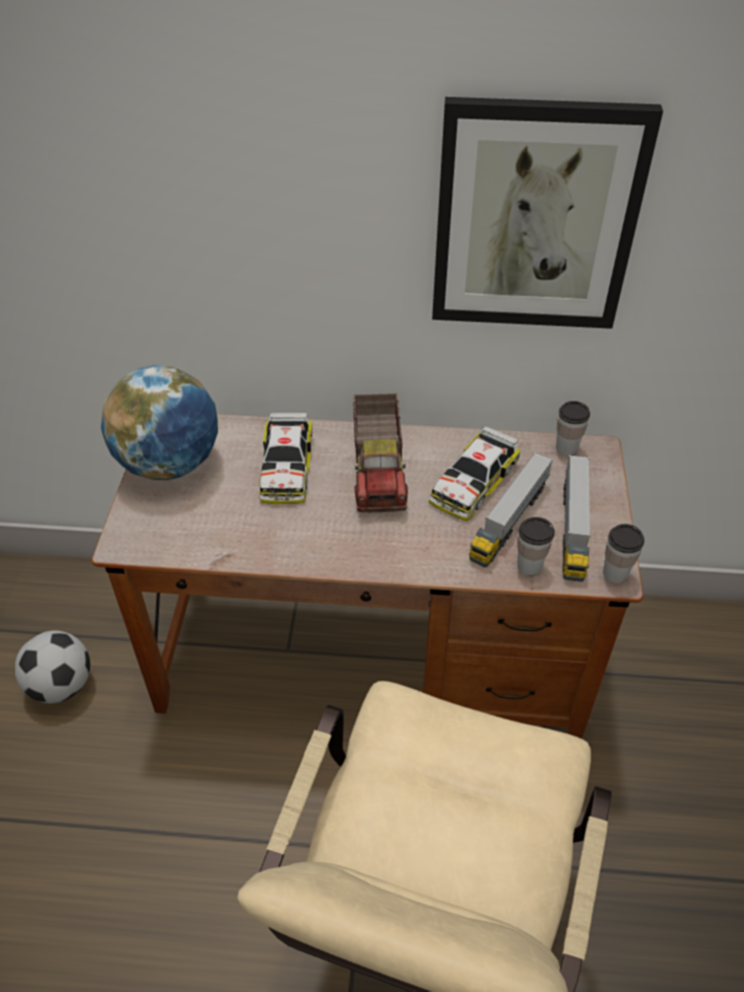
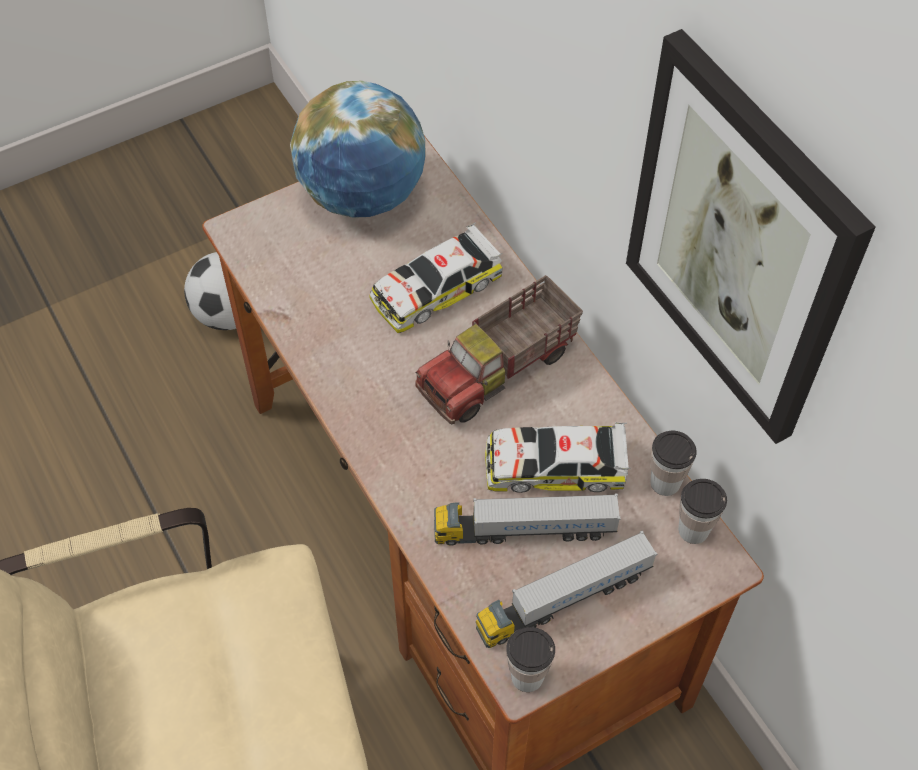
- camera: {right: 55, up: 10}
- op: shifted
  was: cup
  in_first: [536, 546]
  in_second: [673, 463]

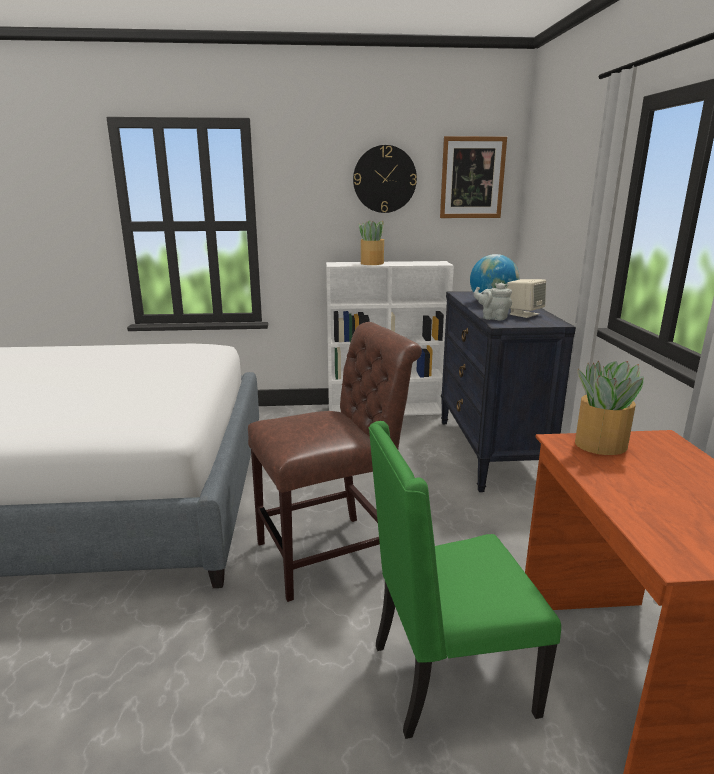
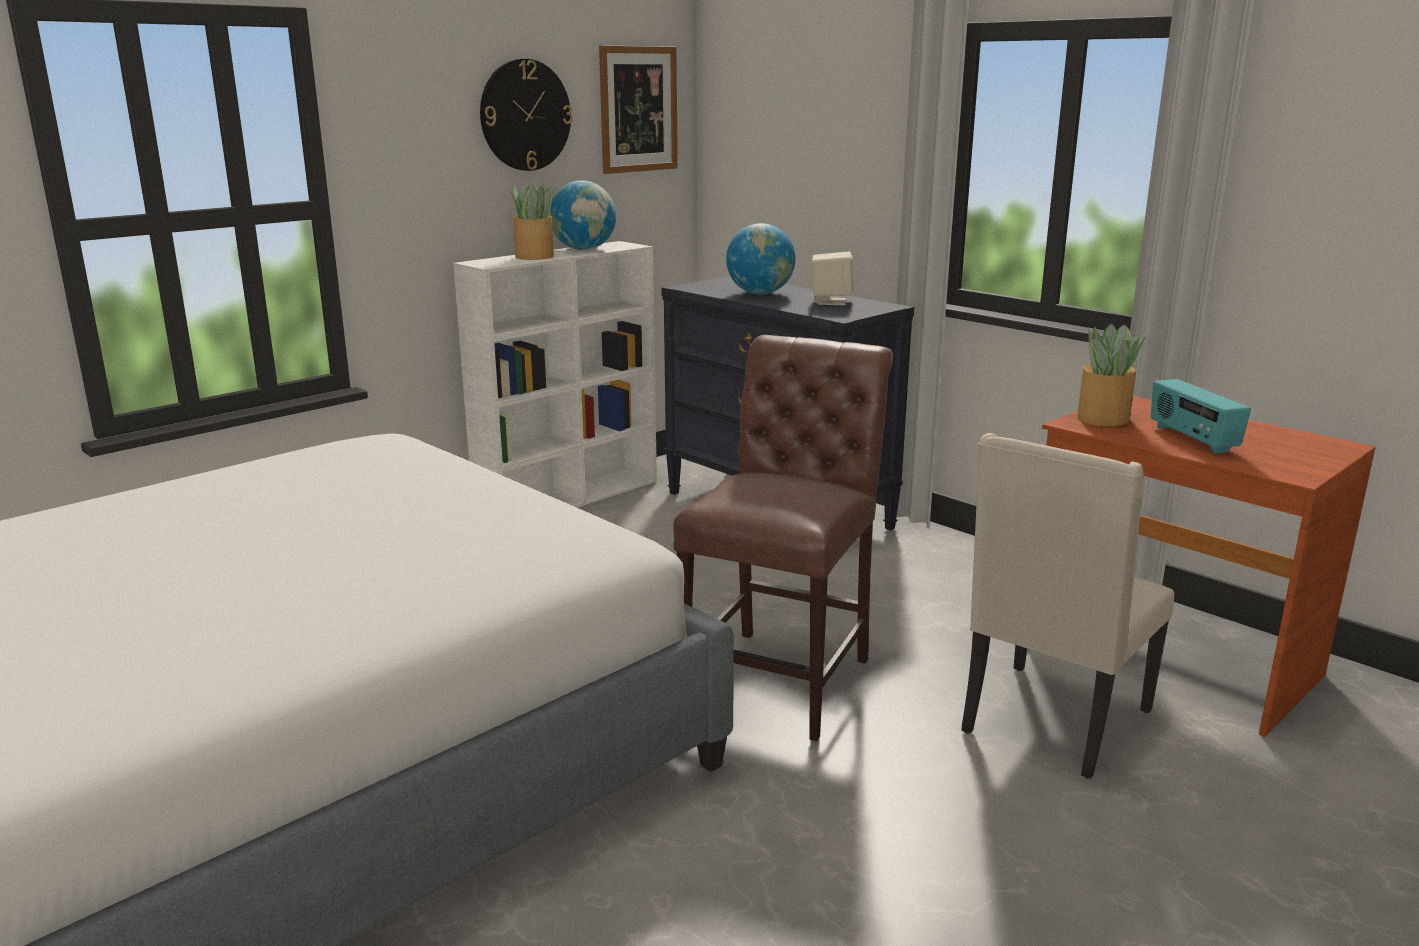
- camera: {right: -40, up: 0}
- op: repainted
  was: green chair
  now: beige chair
  in_first: [465, 580]
  in_second: [1067, 606]
- op: gone
  was: grey teapot
  in_first: [493, 302]
- op: new
  now: globe
  in_second: [583, 215]
- op: new
  now: radio
  in_second: [1201, 416]

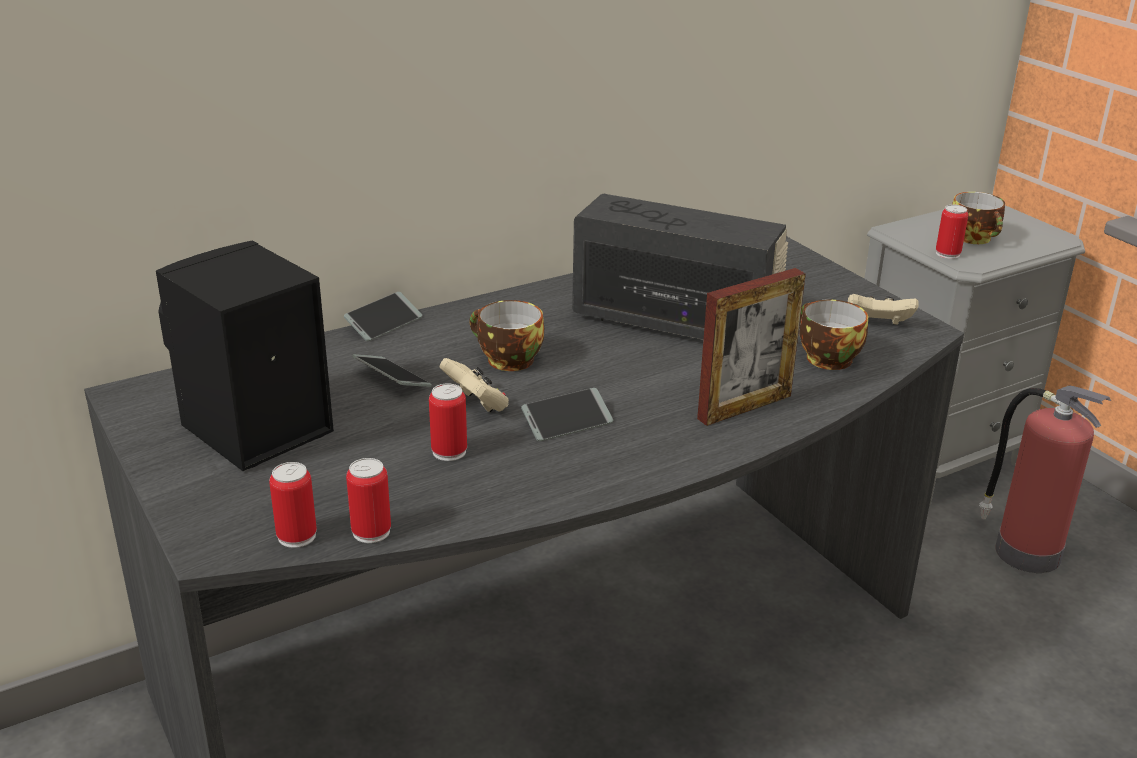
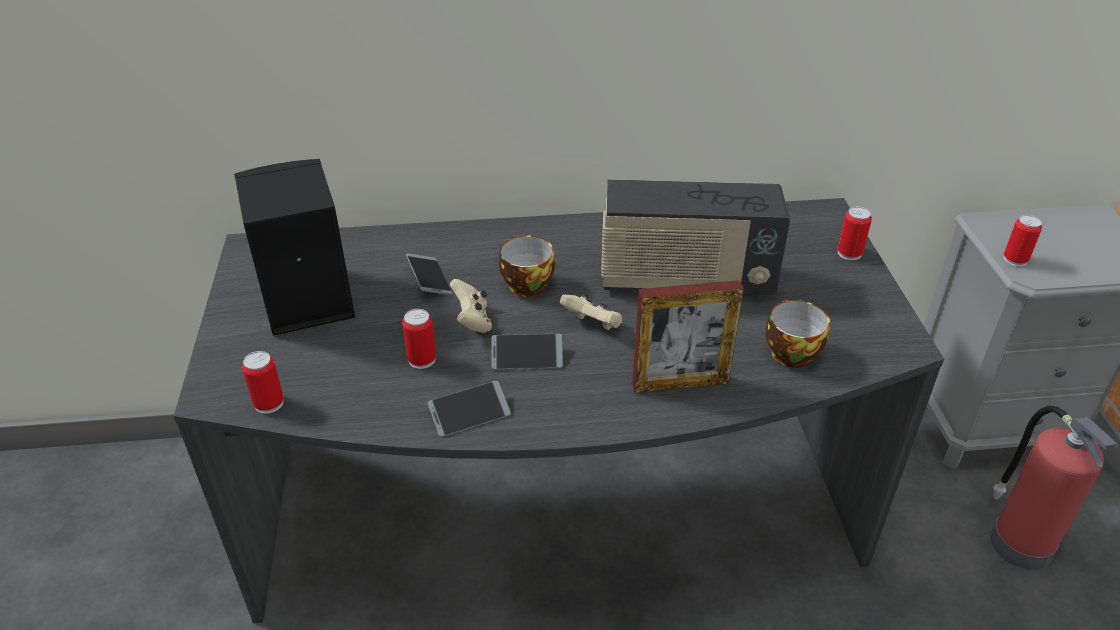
- camera: {right: 25, up: 10}
- op: shifted
  was: phone
  in_first: [383, 316]
  in_second: [469, 409]
- op: shifted
  was: can
  in_first: [368, 500]
  in_second: [855, 234]
- op: rotated
  was: radio
  in_first: [680, 267]
  in_second: [695, 237]
  clockwise: 135
- op: shifted
  was: beige game controller
  in_first: [883, 309]
  in_second: [591, 312]
- op: gone
  was: cup
  in_first: [978, 218]

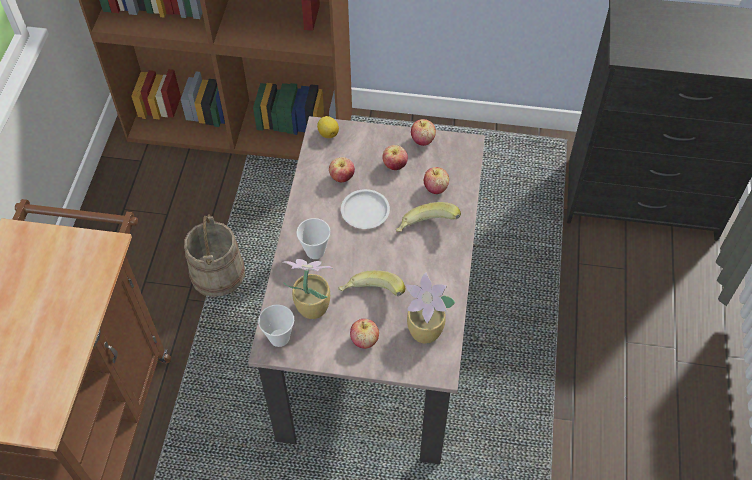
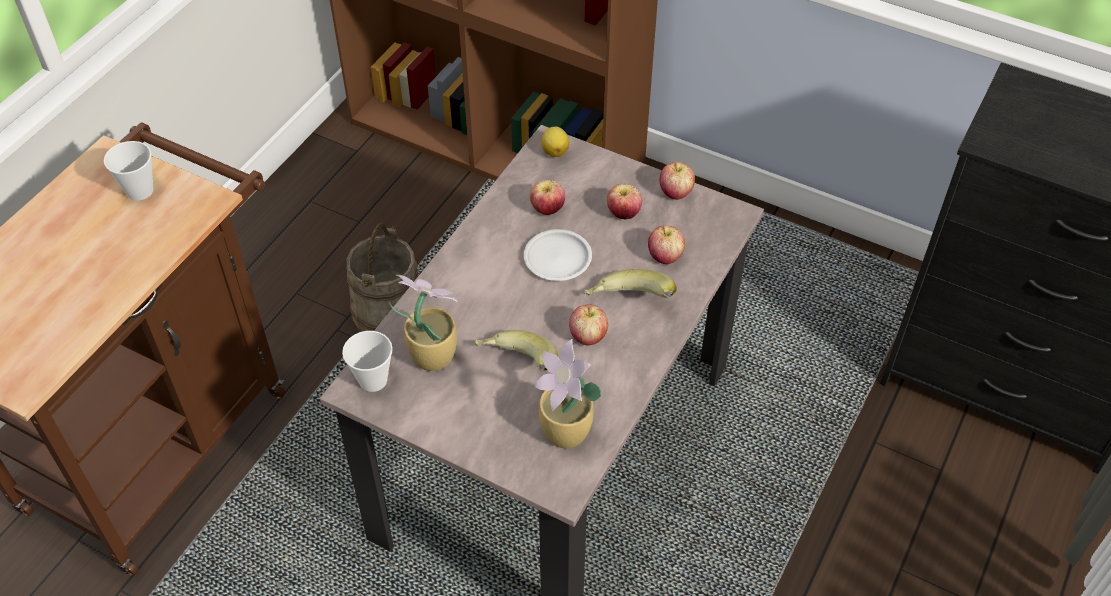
- camera: {right: 20, up: -5}
- op: shifted
  was: cup
  in_first: [313, 238]
  in_second: [128, 170]
- op: shifted
  was: apple
  in_first: [364, 334]
  in_second: [588, 324]

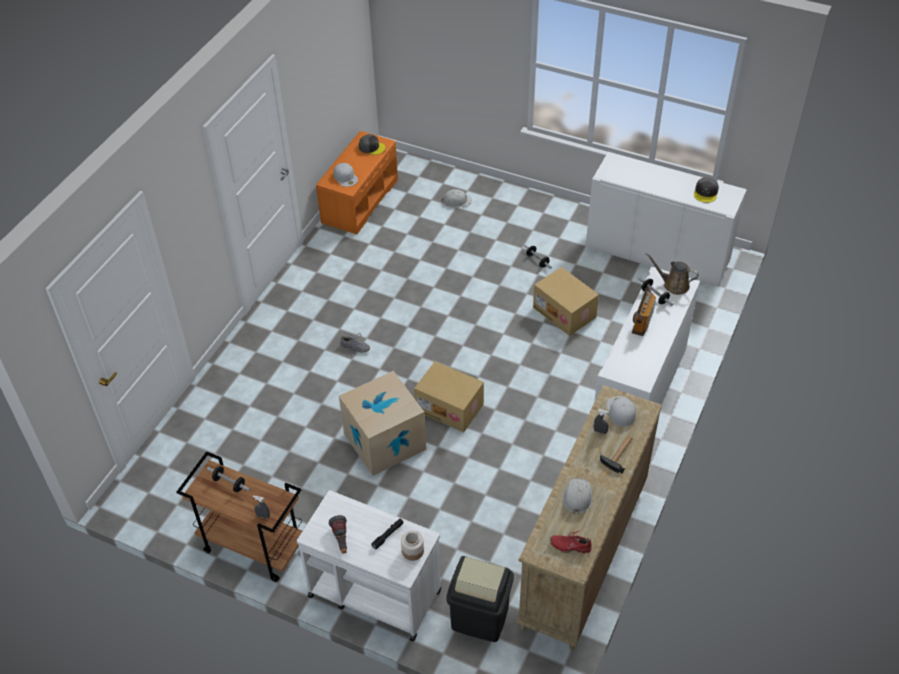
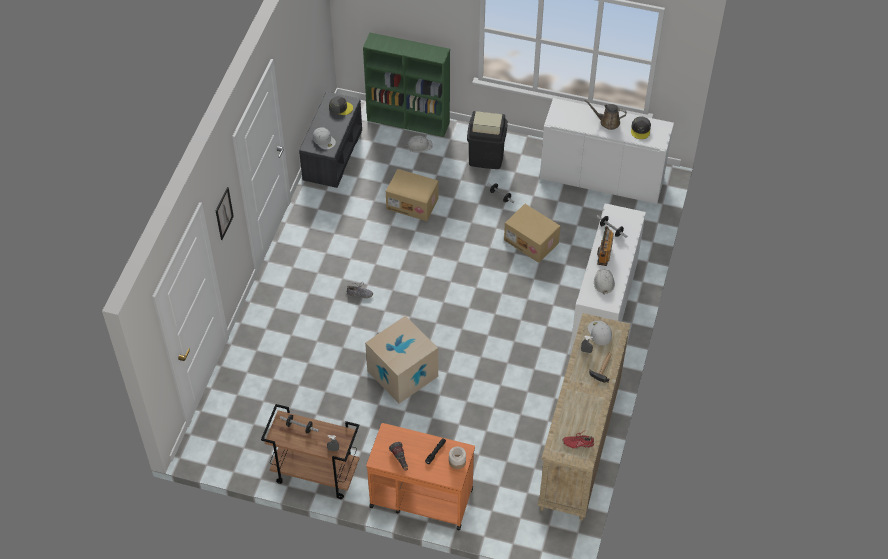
- camera: {right: -10, up: 5}
- op: repainted
  was: white cart
  now: orange cart
  in_first: [369, 566]
  in_second: [420, 477]
- op: repainted
  was: orange bench
  now: grey bench
  in_first: [357, 182]
  in_second: [330, 140]
- op: shifted
  was: cardboard box
  in_first: [449, 396]
  in_second: [412, 195]
- op: shifted
  was: black trash can
  in_first: [480, 599]
  in_second: [487, 140]
- op: shifted
  was: white hard hat
  in_first: [578, 496]
  in_second: [604, 282]
- op: shifted
  was: brown watering can
  in_first: [672, 274]
  in_second: [605, 115]
- op: new
  now: picture
  in_second: [225, 213]
- op: new
  now: green bookcase
  in_second: [406, 85]

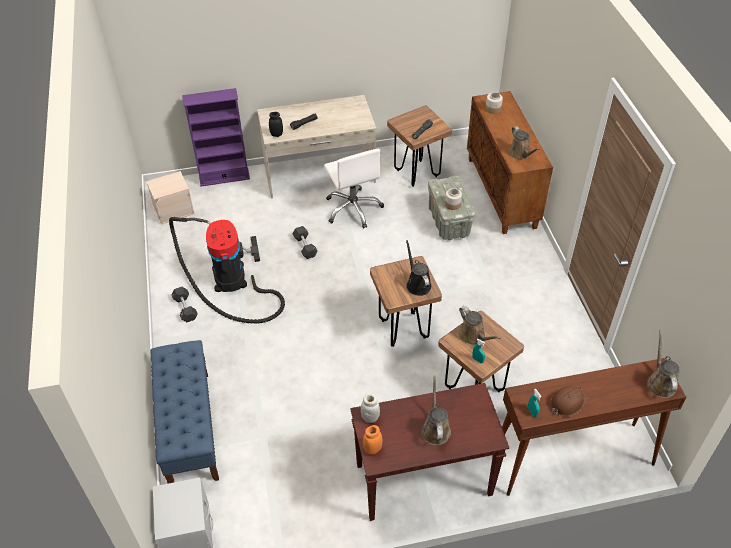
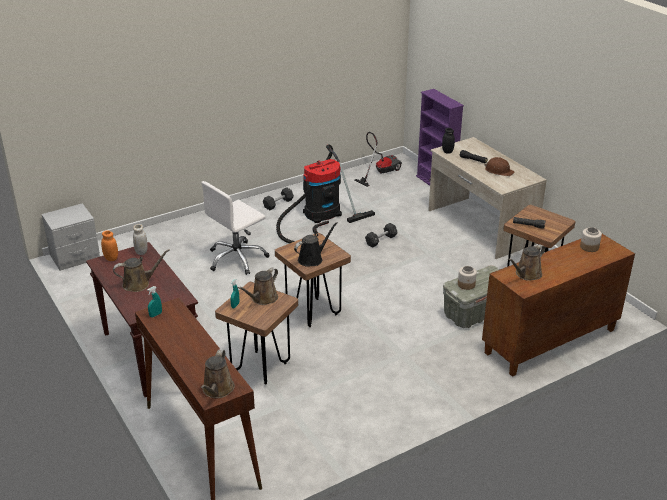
- camera: {right: 70, up: -15}
- op: swapped
  was: beige storage box
  now: vacuum cleaner
  in_first: [170, 197]
  in_second: [378, 159]
- op: gone
  was: blue bench
  in_first: [185, 412]
- op: shifted
  was: white office chair
  in_first: [354, 188]
  in_second: [235, 228]
- op: shifted
  was: brown hard hat
  in_first: [569, 401]
  in_second: [499, 166]
- op: rotated
  was: brown watering can
  in_first: [663, 364]
  in_second: [218, 373]
  clockwise: 120

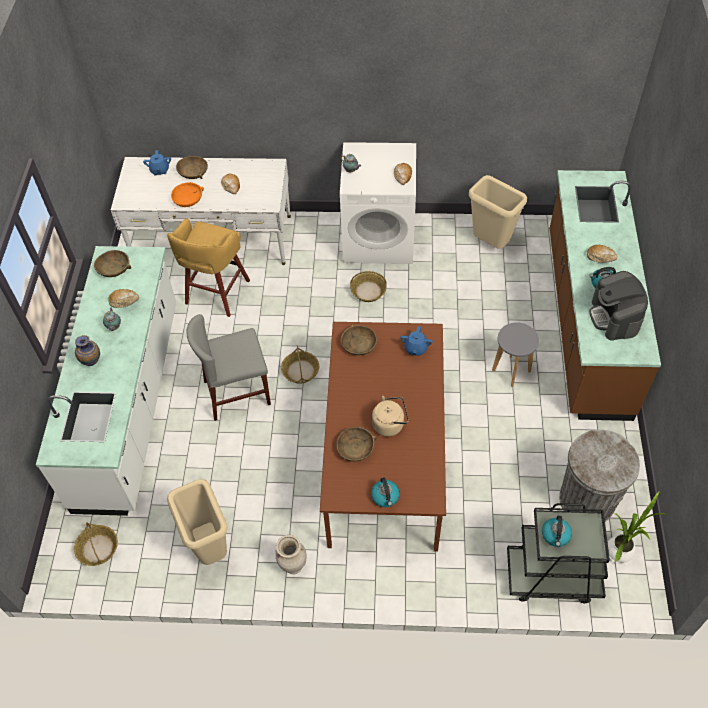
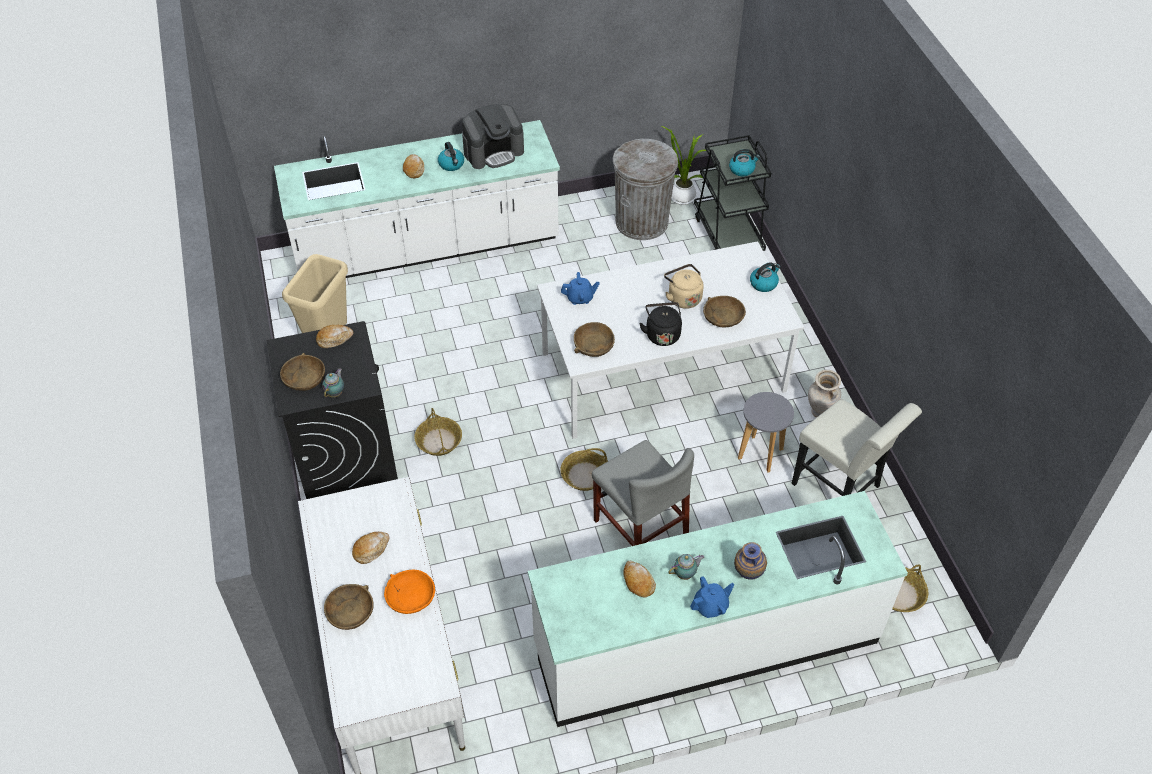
- camera: {right: -110, up: -5}
- op: shifted
  was: brown bowl
  in_first: [112, 263]
  in_second: [302, 372]
- op: shifted
  was: blue teapot
  in_first: [157, 162]
  in_second: [712, 597]
- op: gone
  was: yellow stool
  in_first: [208, 267]
- op: swapped
  was: beige trash can
  now: white chair
  in_first: [197, 522]
  in_second: [856, 447]
- op: repainted
  was: brown dining table
  now: white dining table
  in_first: [383, 437]
  in_second: [670, 340]
- op: repainted
  was: white washing machine
  now: black washing machine
  in_first: [378, 203]
  in_second: [332, 410]
- op: shifted
  was: grey stool
  in_first: [515, 354]
  in_second: [766, 432]
- op: repainted
  was: brown counter
  now: white counter
  in_first: [605, 295]
  in_second: [417, 199]
- op: new
  now: black kettle
  in_second: [660, 324]

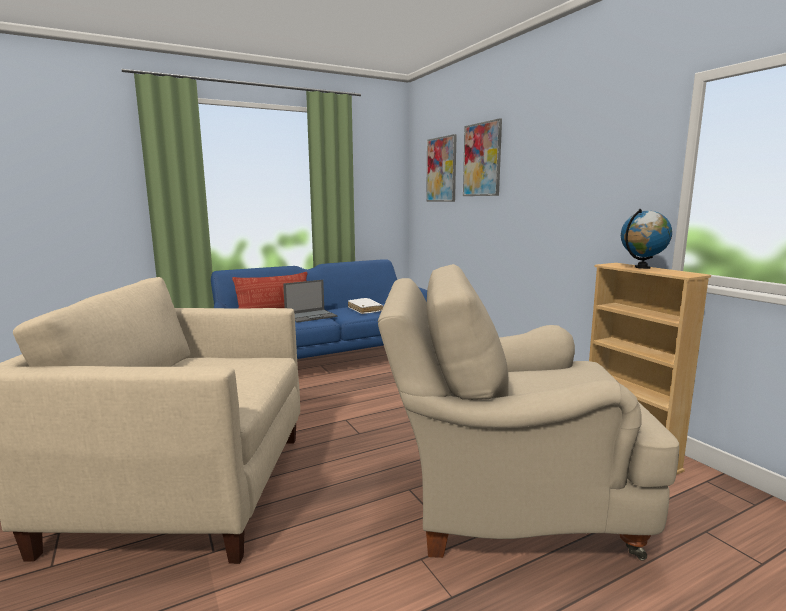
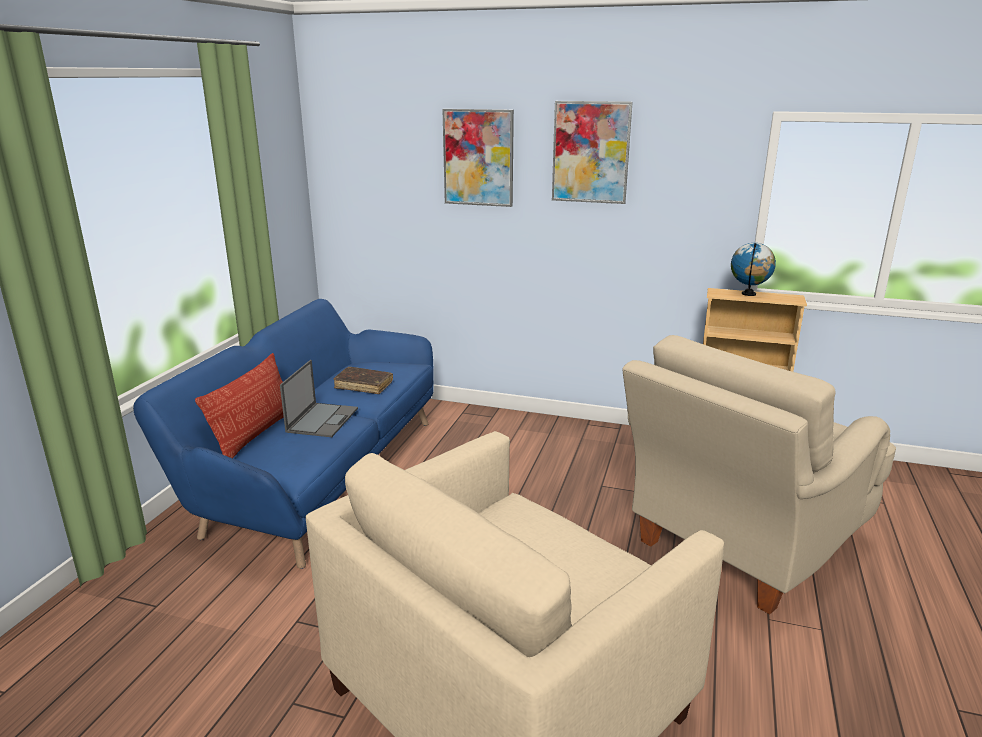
- camera: {right: -45, up: 10}
- op: repainted
  was: white book
  now: brown book
  in_first: [365, 306]
  in_second: [363, 380]
- op: shifted
  was: picture
  in_first: [441, 168]
  in_second: [592, 152]

